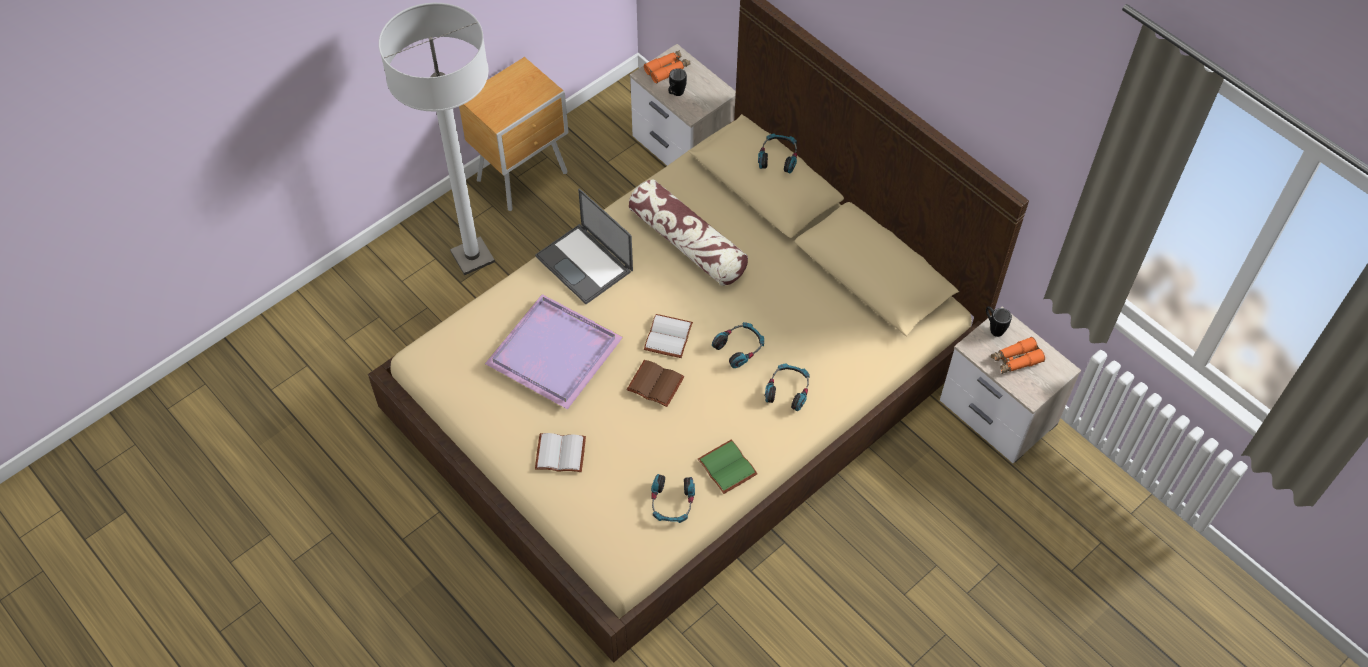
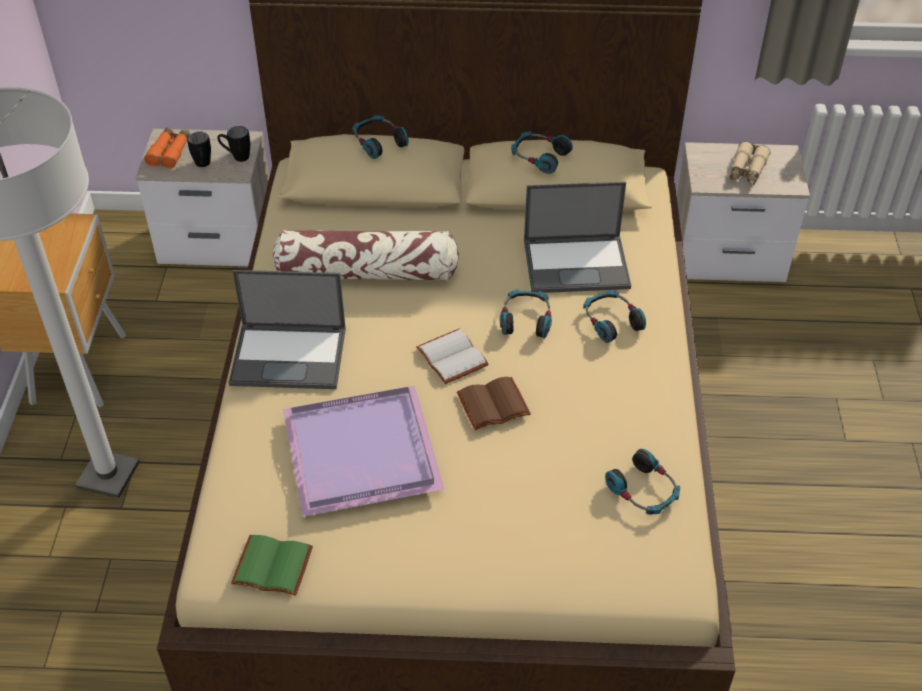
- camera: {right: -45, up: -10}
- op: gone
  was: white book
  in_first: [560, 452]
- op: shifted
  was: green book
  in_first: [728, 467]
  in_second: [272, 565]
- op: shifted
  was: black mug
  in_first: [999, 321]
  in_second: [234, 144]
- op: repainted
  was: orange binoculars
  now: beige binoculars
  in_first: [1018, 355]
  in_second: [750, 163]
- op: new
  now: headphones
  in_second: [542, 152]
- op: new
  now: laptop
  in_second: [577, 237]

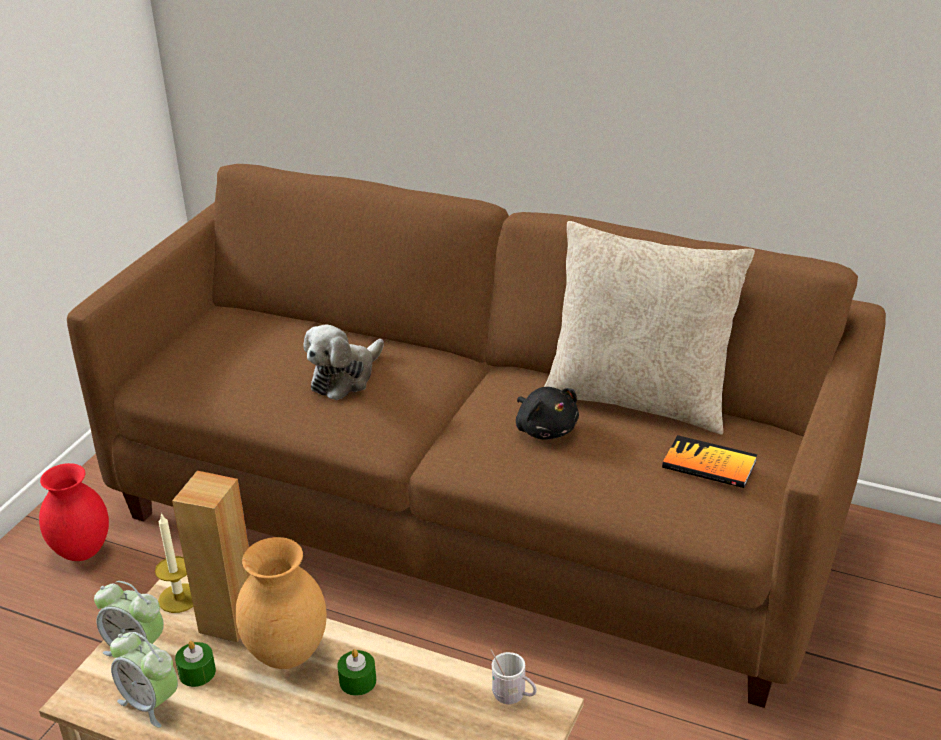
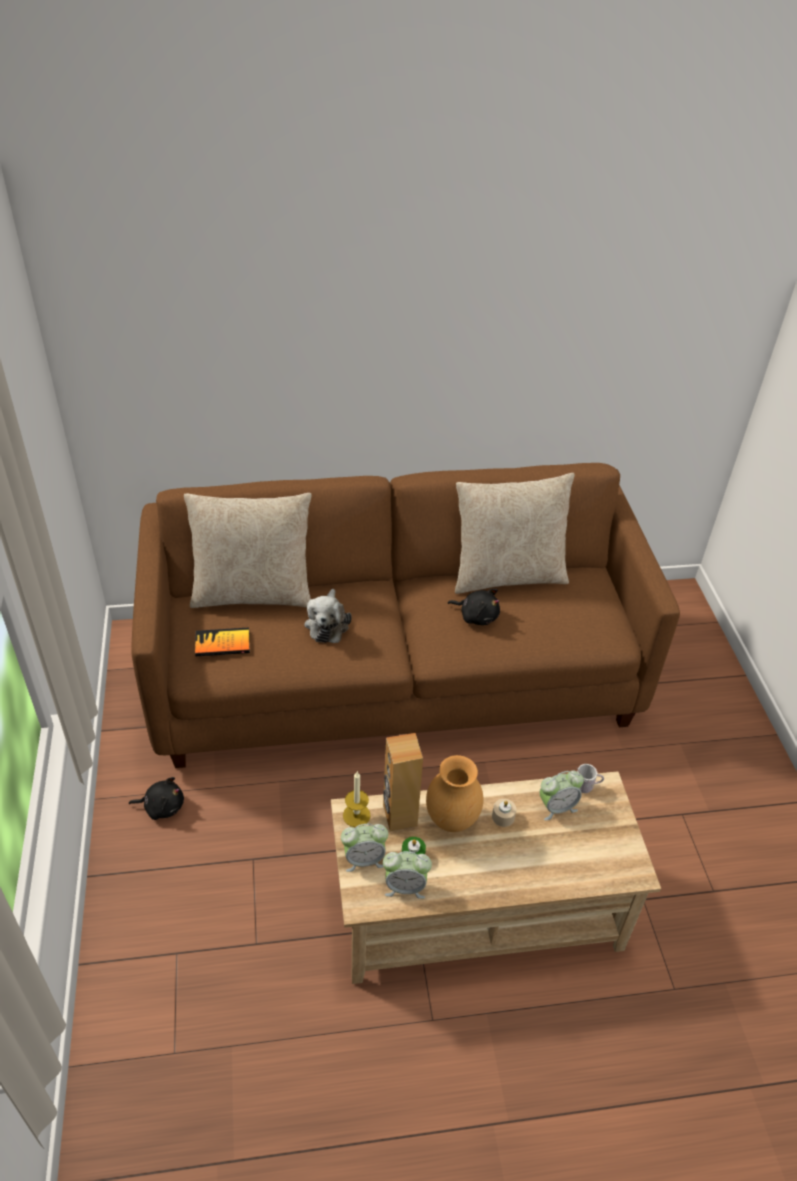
- camera: {right: -35, up: 10}
- op: swapped
  was: red vase
  now: black plush toy
  in_first: [74, 512]
  in_second: [156, 798]
- op: repainted
  was: green candle
  now: beige candle
  in_first: [356, 672]
  in_second: [504, 813]
- op: shifted
  was: book
  in_first: [709, 461]
  in_second: [222, 642]
- op: new
  now: beige pillow
  in_second: [247, 550]
- op: new
  now: alarm clock
  in_second: [562, 795]

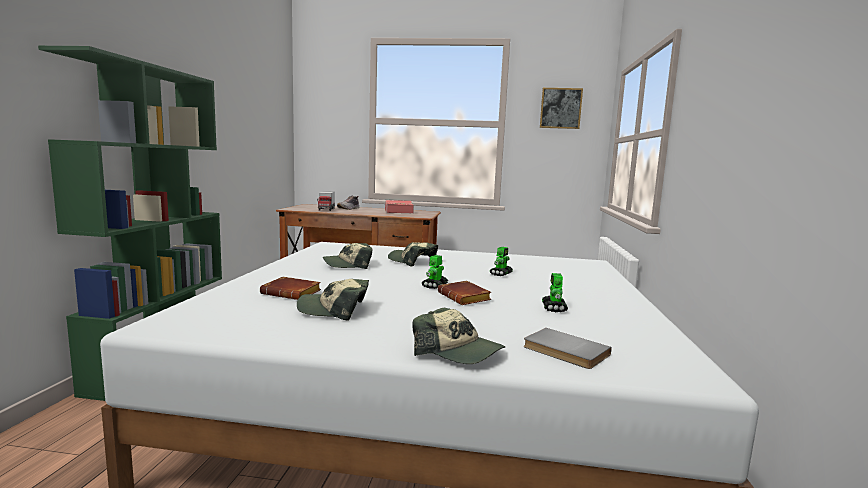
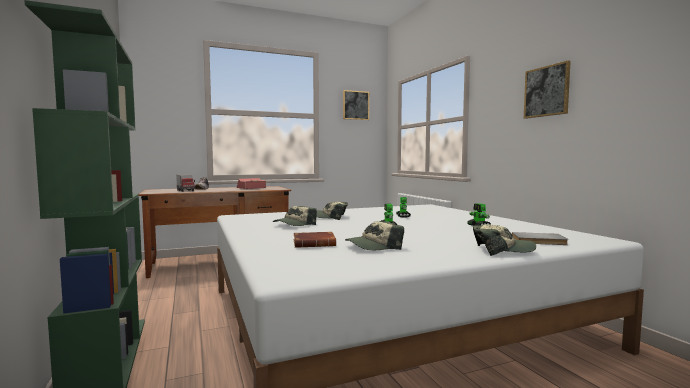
- camera: {right: -30, up: -5}
- op: gone
  was: brown book
  in_first: [464, 293]
- op: new
  now: picture
  in_second: [547, 90]

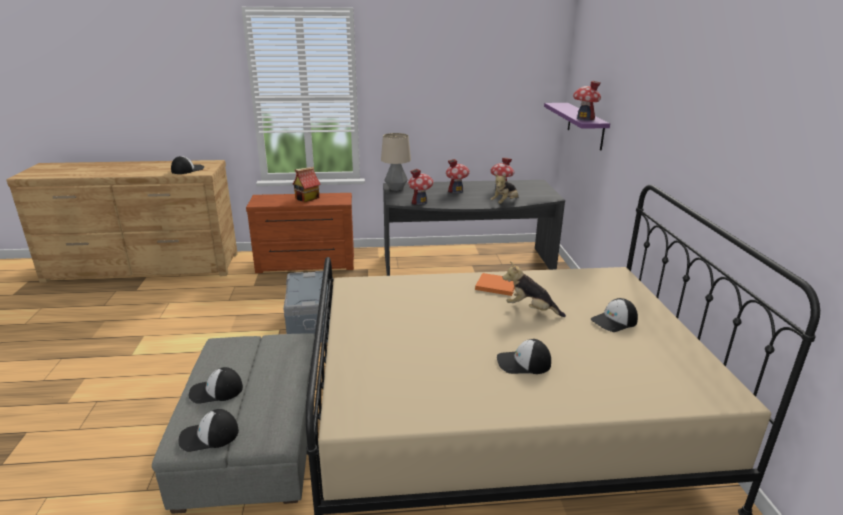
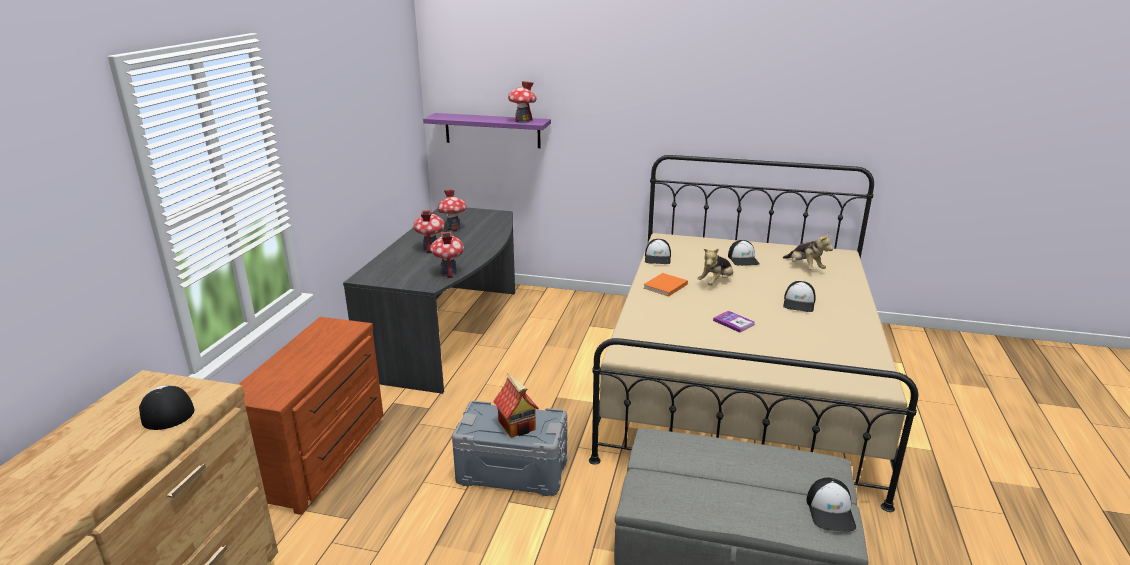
- camera: {right: -70, up: 0}
- op: shifted
  was: cap
  in_first: [216, 385]
  in_second: [658, 251]
- op: shifted
  was: toy house
  in_first: [306, 184]
  in_second: [516, 405]
- op: gone
  was: table lamp
  in_first: [396, 162]
- op: shifted
  was: plush toy
  in_first: [504, 189]
  in_second: [808, 251]
- op: new
  now: book
  in_second: [734, 321]

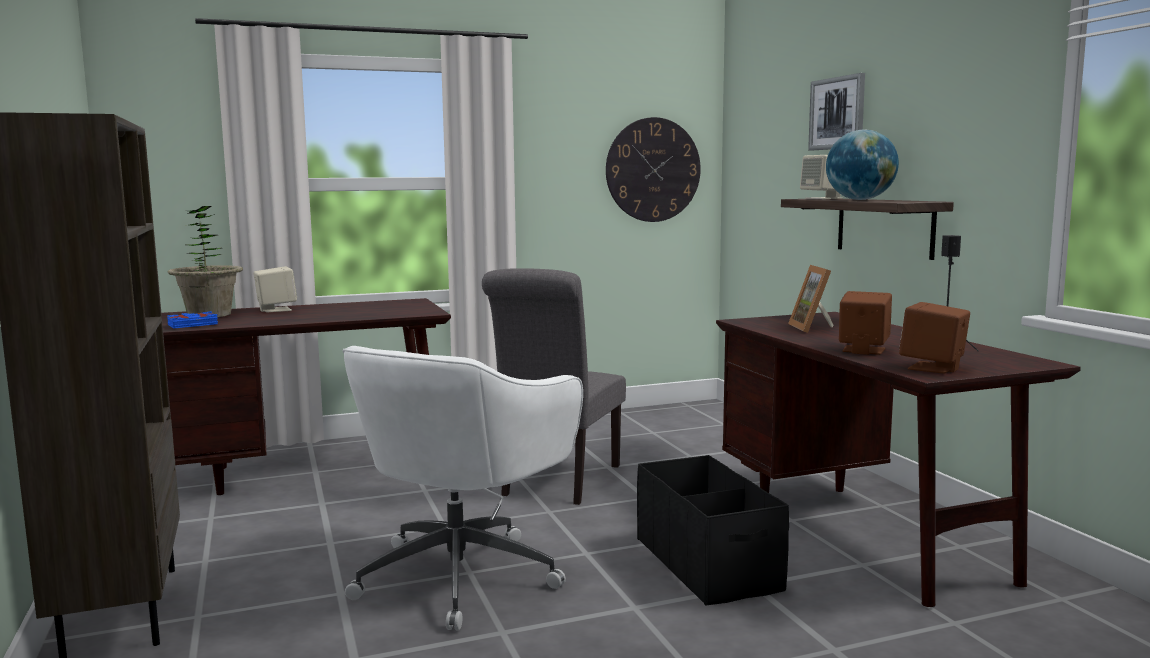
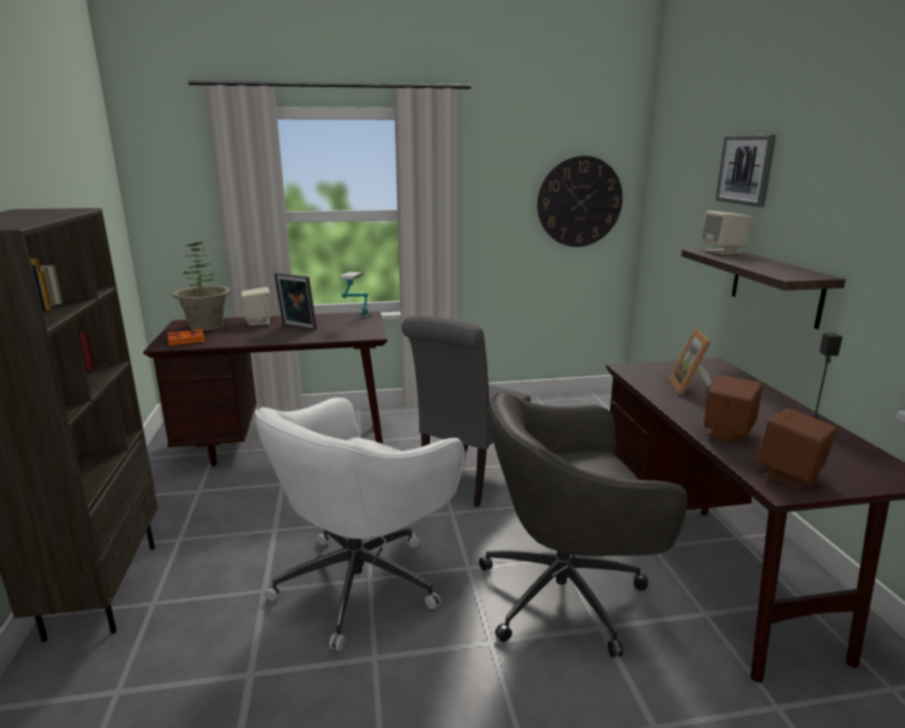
- camera: {right: 10, up: 10}
- op: repainted
  was: blue book
  now: orange book
  in_first: [192, 320]
  in_second: [186, 337]
- op: swapped
  was: black storage box
  now: grey office chair
  in_first: [713, 530]
  in_second: [583, 524]
- op: gone
  was: globe
  in_first: [862, 164]
- op: new
  now: picture frame
  in_second: [295, 302]
- op: new
  now: table lamp
  in_second: [355, 295]

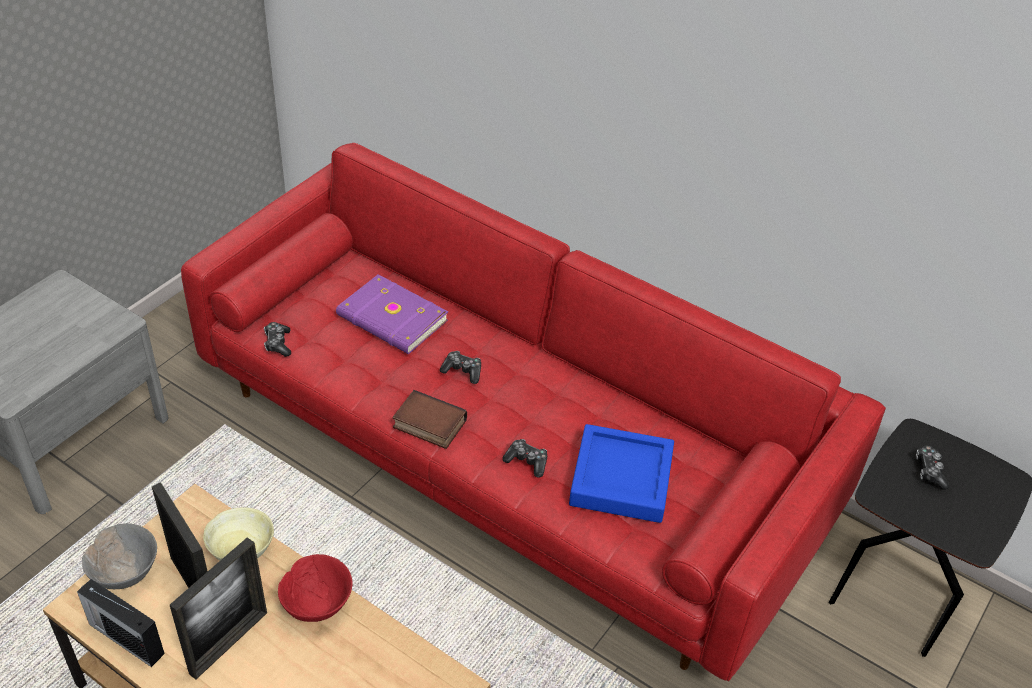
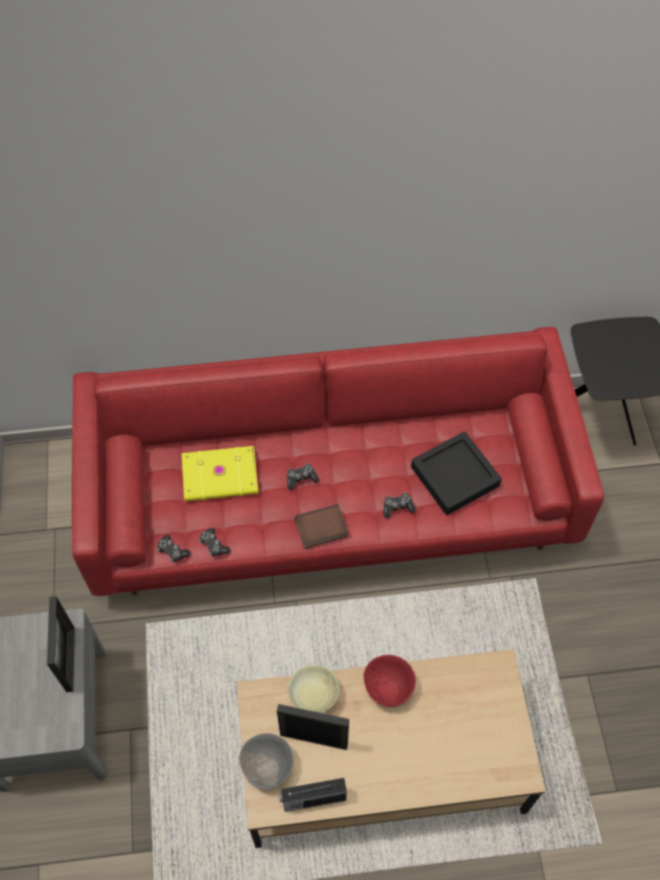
- camera: {right: -40, up: 15}
- op: shifted
  was: picture frame
  in_first: [218, 608]
  in_second: [61, 644]
- op: repainted
  was: purple book
  now: yellow book
  in_first: [392, 314]
  in_second: [220, 473]
- op: repainted
  was: blue tray
  now: black tray
  in_first: [621, 473]
  in_second: [456, 473]
- op: shifted
  was: game controller
  in_first: [932, 468]
  in_second: [214, 542]

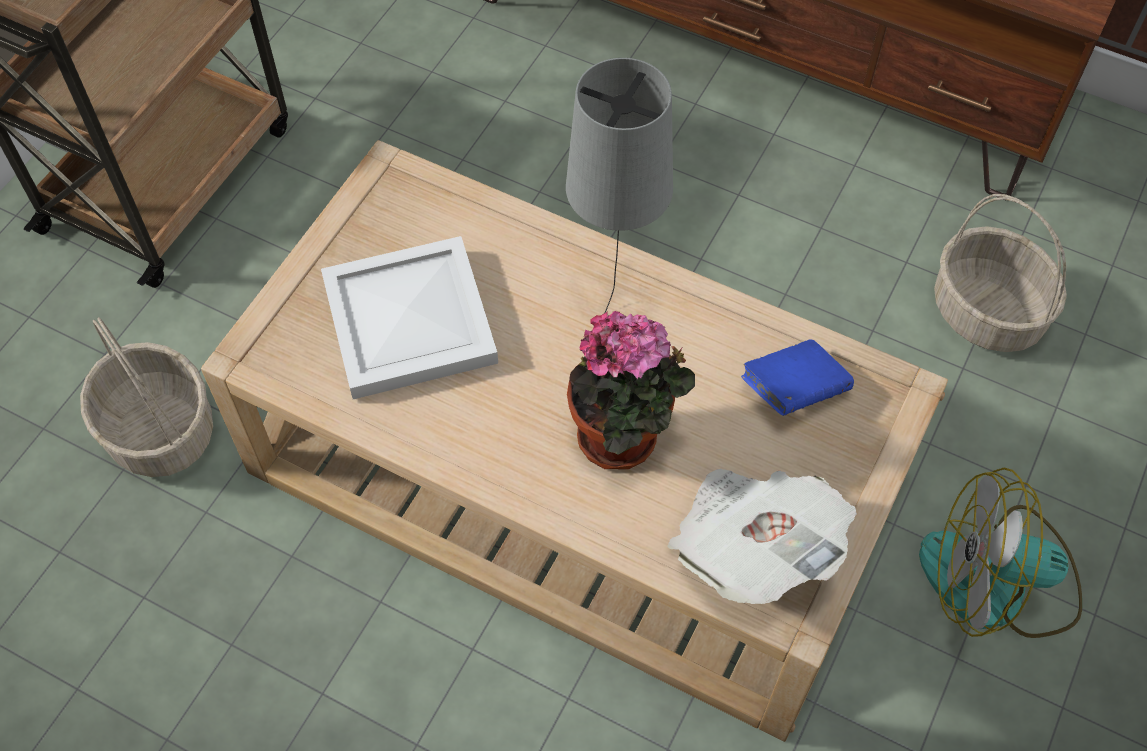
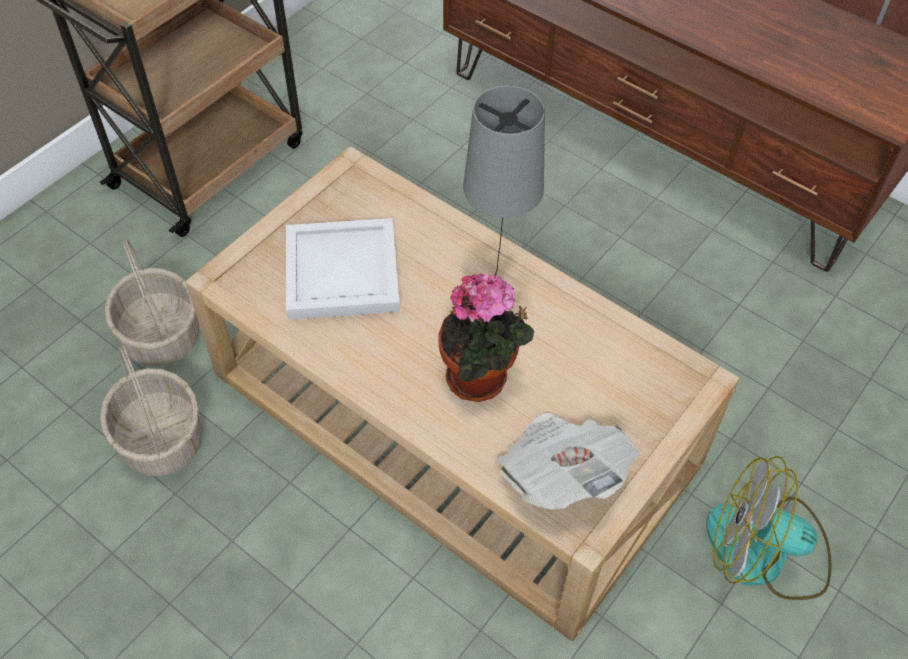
- camera: {right: 10, up: -5}
- op: gone
  was: blue book
  in_first: [797, 377]
- op: shifted
  was: basket
  in_first: [1000, 273]
  in_second: [151, 410]

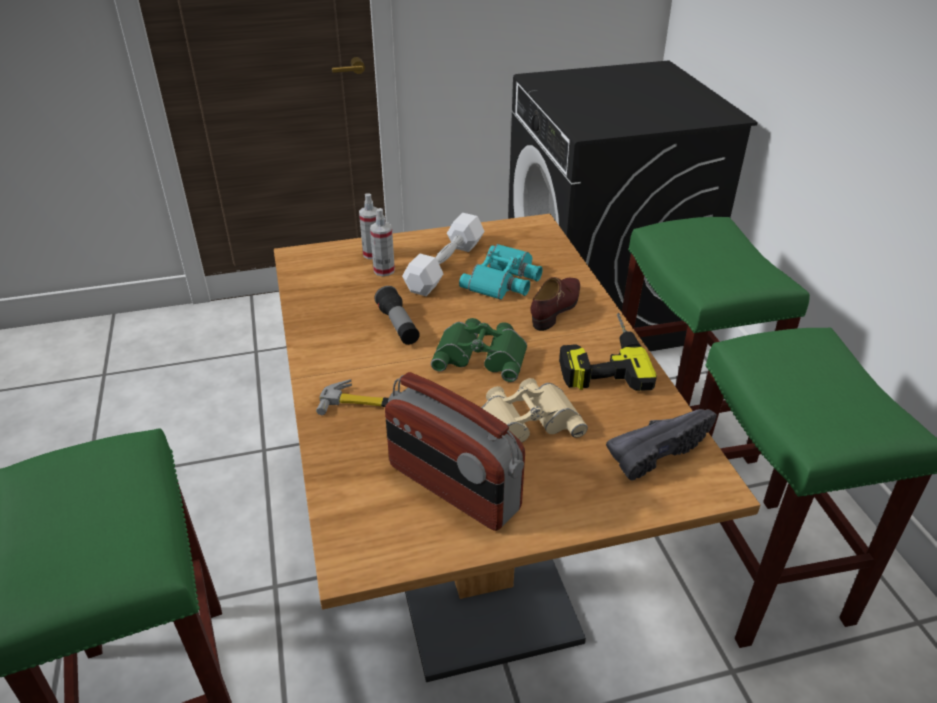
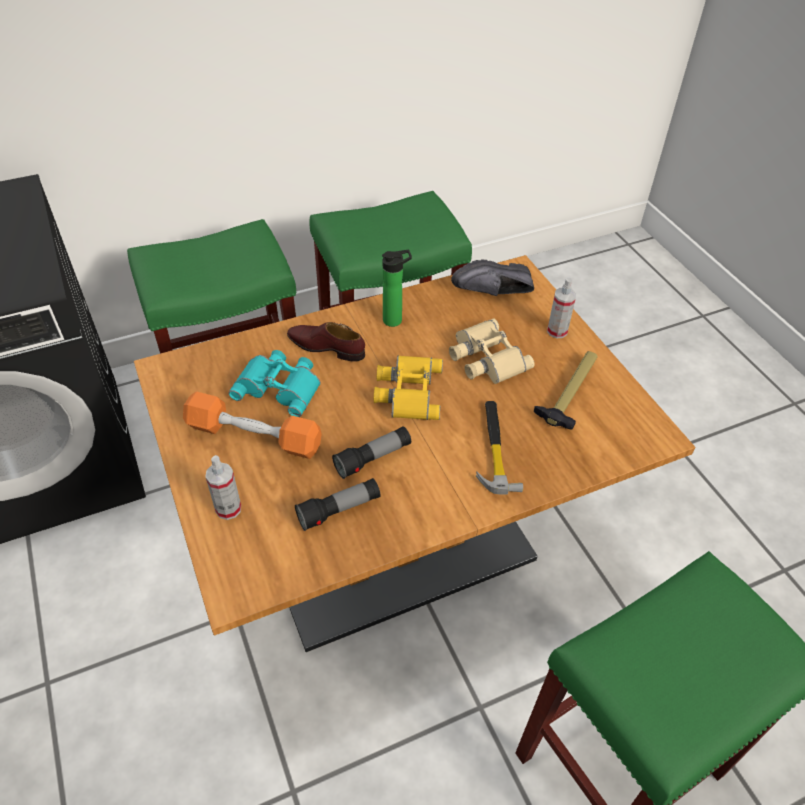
- camera: {right: -100, up: 10}
- op: shifted
  was: spray bottle
  in_first: [382, 242]
  in_second: [561, 308]
- op: swapped
  was: radio
  now: hammer
  in_first: [455, 451]
  in_second: [565, 390]
- op: repainted
  was: white dumbbell
  now: orange dumbbell
  in_first: [443, 254]
  in_second: [252, 425]
- op: repainted
  was: green binoculars
  now: yellow binoculars
  in_first: [479, 350]
  in_second: [408, 387]
- op: swapped
  was: power drill
  now: bottle
  in_first: [608, 352]
  in_second: [397, 288]
- op: rotated
  was: black shoe
  in_first: [661, 444]
  in_second: [492, 277]
  clockwise: -60
- op: new
  now: flashlight
  in_second: [338, 504]

